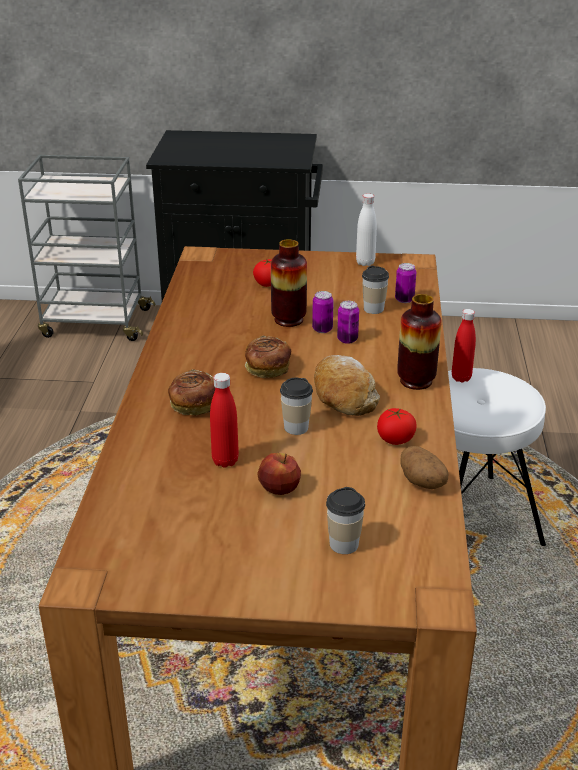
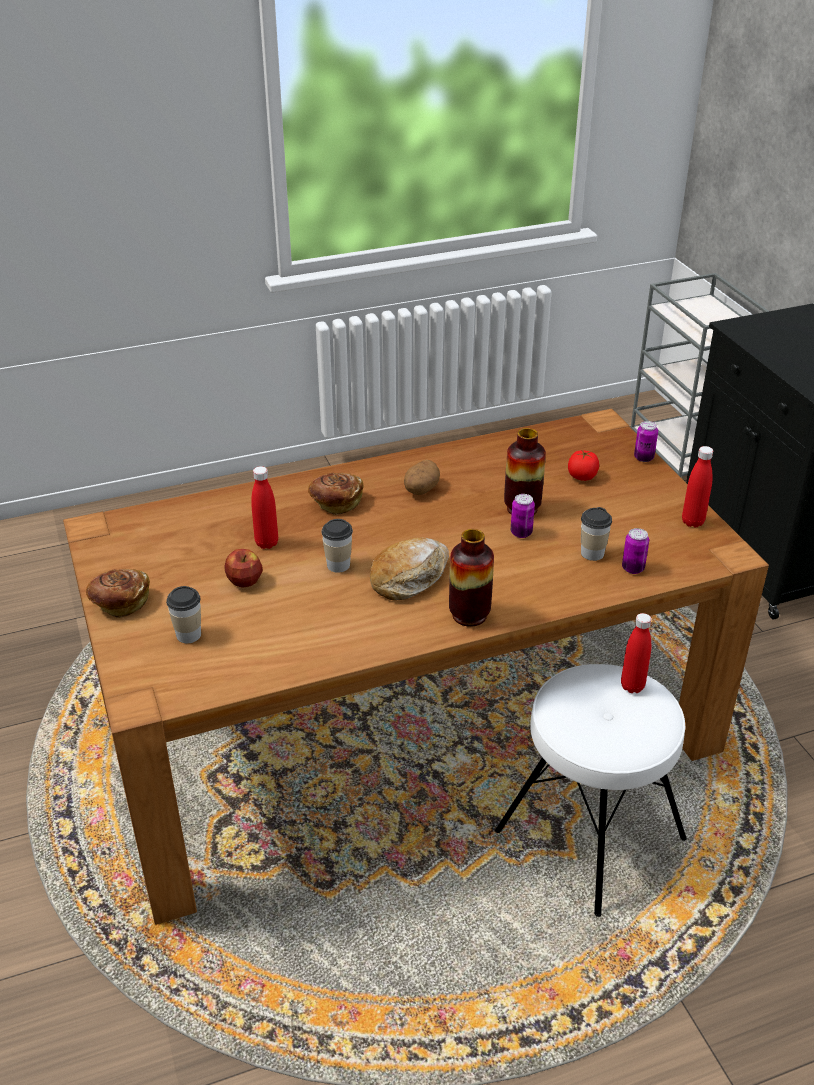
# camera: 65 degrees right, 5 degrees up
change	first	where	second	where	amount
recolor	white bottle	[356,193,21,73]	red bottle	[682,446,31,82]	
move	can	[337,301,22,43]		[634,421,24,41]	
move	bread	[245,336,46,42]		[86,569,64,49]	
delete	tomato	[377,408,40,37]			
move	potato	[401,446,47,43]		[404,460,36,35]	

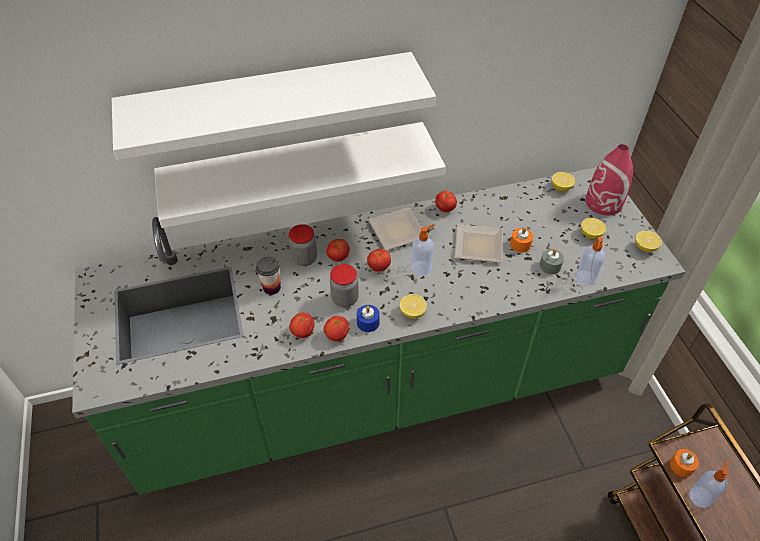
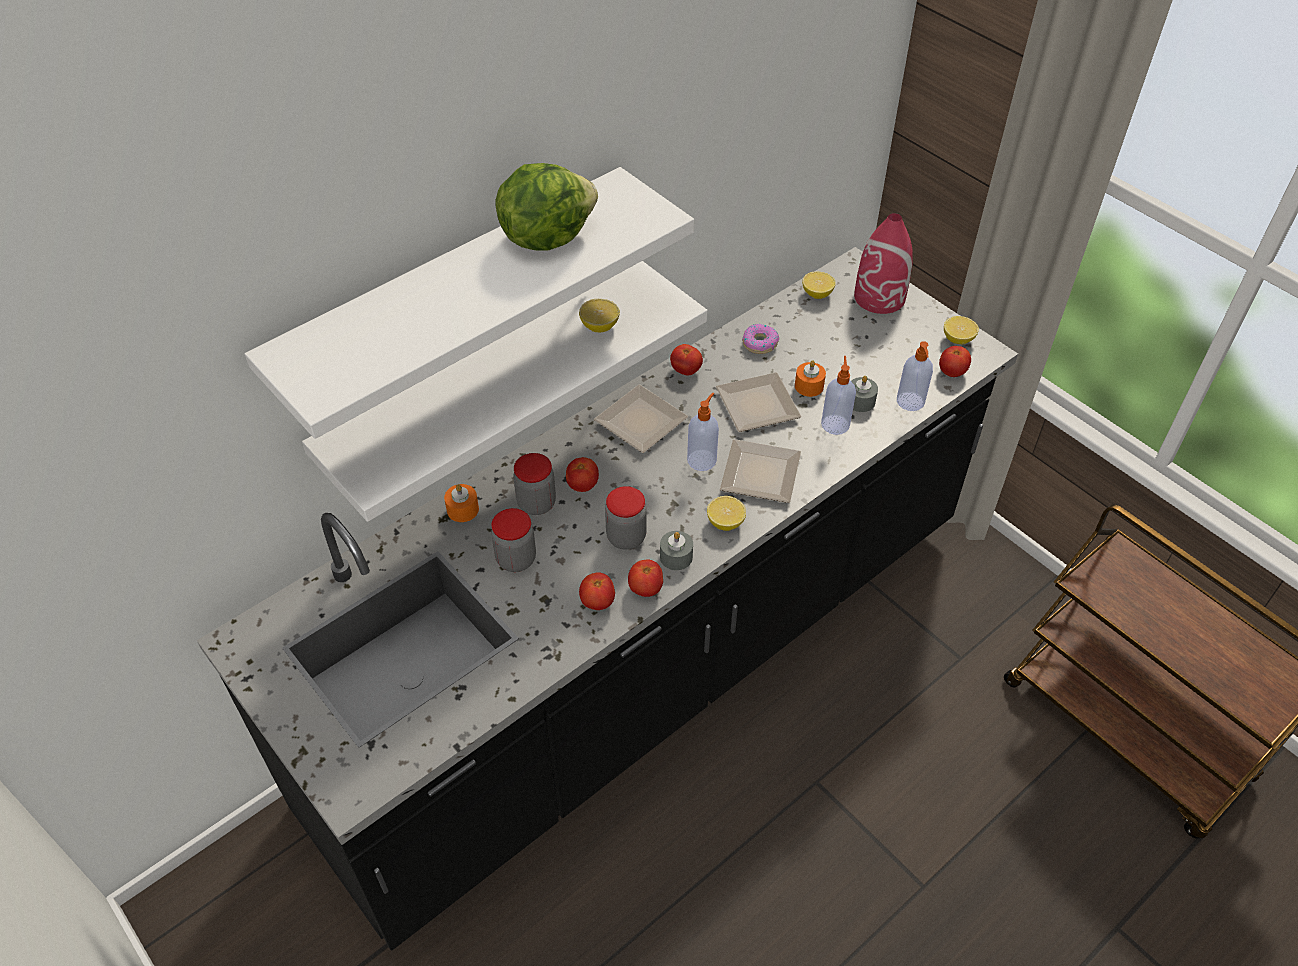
# camera: 25 degrees left, 0 degrees up
change	first	where	second	where	amount
recolor	green counter	[72,167,614,328]	black counter	[197,247,821,704]	
move	lemon	[581,218,25,21]		[579,299,41,33]	
move	tomato	[367,249,24,23]		[939,346,32,31]	
replace	cup	[256,256,25,39]	jar	[491,508,45,64]	
recolor	blue candle	[357,305,23,27]	grey candle	[660,531,33,39]	
move	orange candle	[670,449,29,28]		[444,484,35,38]	
move	soap dispenser	[689,460,39,48]		[821,356,35,79]	
insert			lettuce	[496,163,102,88]	
insert			donut	[742,324,37,30]	
insert			plate	[720,439,81,64]	

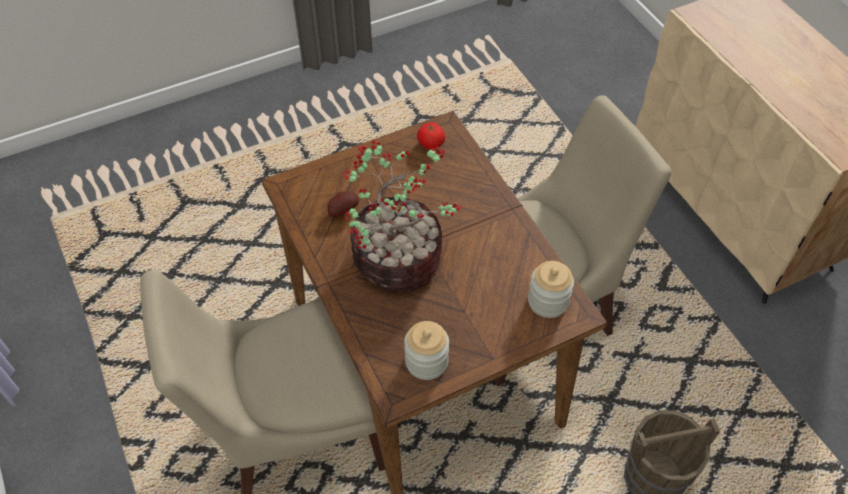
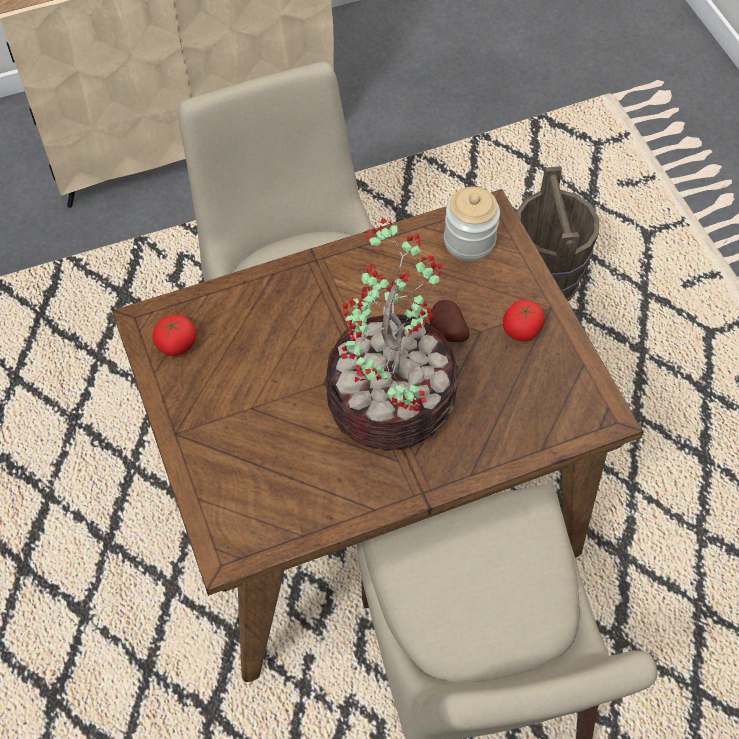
# camera: 85 degrees left, 5 degrees up
change	first	where	second	where	amount
move	potato	[327,191,32,26]		[429,300,41,42]	
delete	jar	[404,321,45,59]			
insert			tomato	[503,300,42,41]	

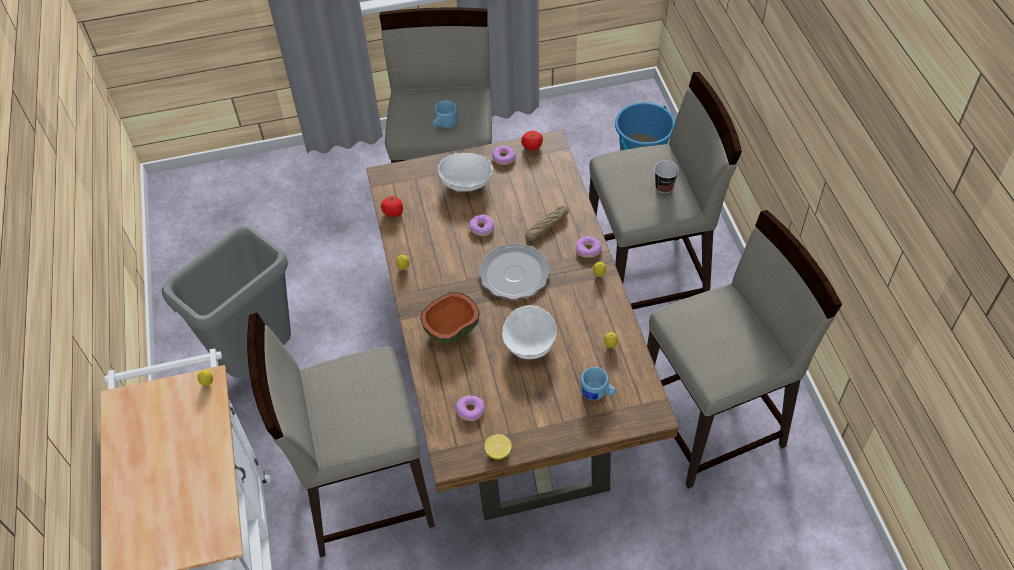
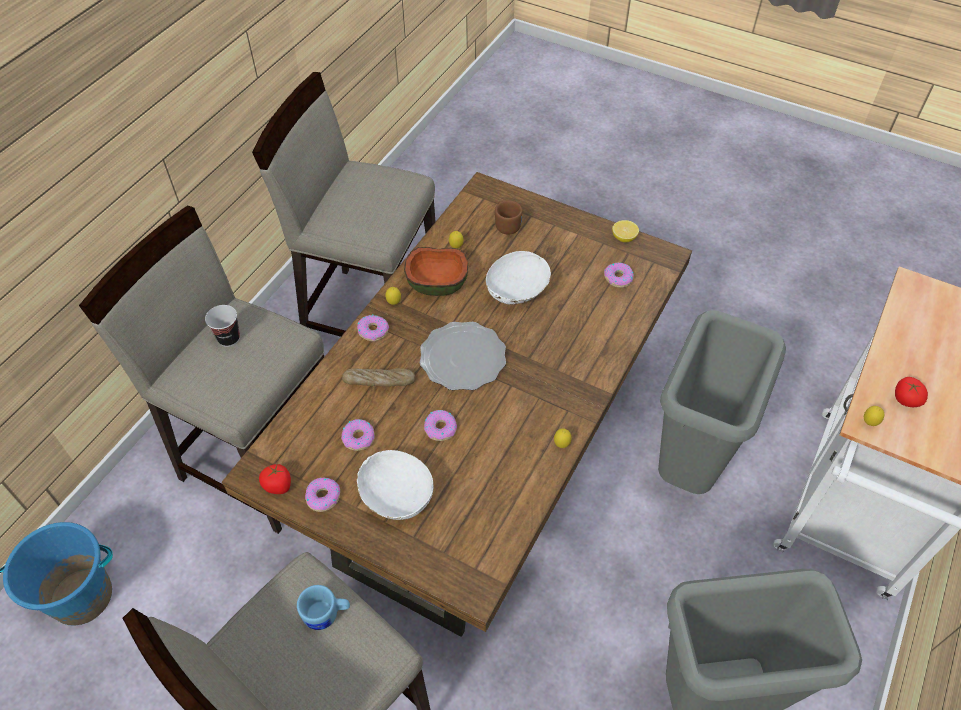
# camera: 140 degrees left, 0 degrees up
change	first	where	second	where	amount
move	tomato	[381,196,22,21]		[895,377,33,30]	
move	bowl	[420,292,60,52]		[404,247,64,49]	
replace	beige stool	[247,313,188,244]	grey trash can	[658,310,128,184]	
recolor	blue mug	[581,367,35,33]	brown mug	[495,200,27,35]	
insert			donut	[341,419,34,32]	

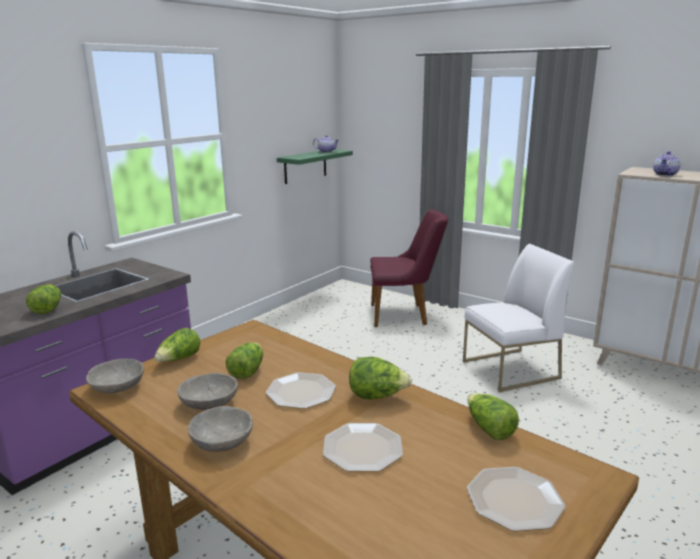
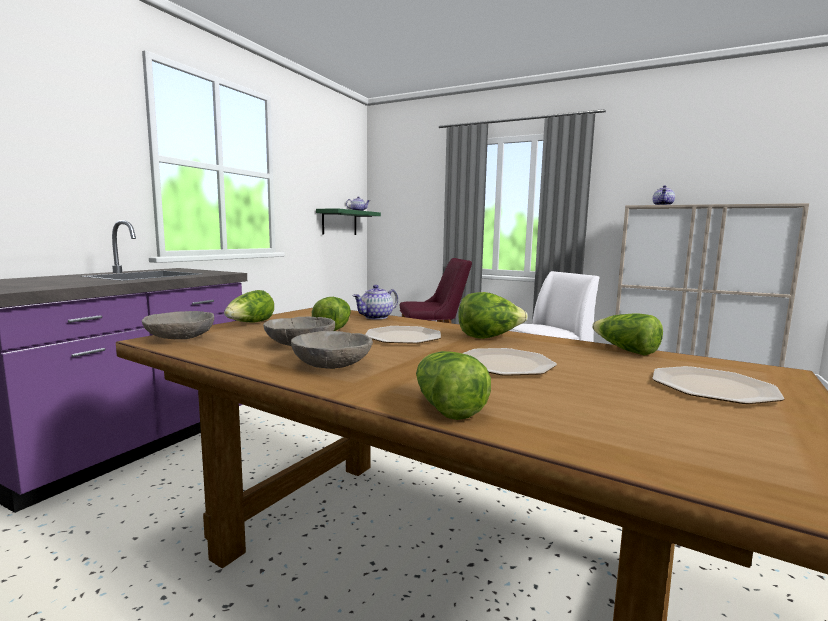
# camera: 10 degrees left, 10 degrees down
change	first	where	second	where	amount
move	lettuce	[26,284,35,30]		[416,351,75,69]	
insert			teapot	[353,285,45,35]	

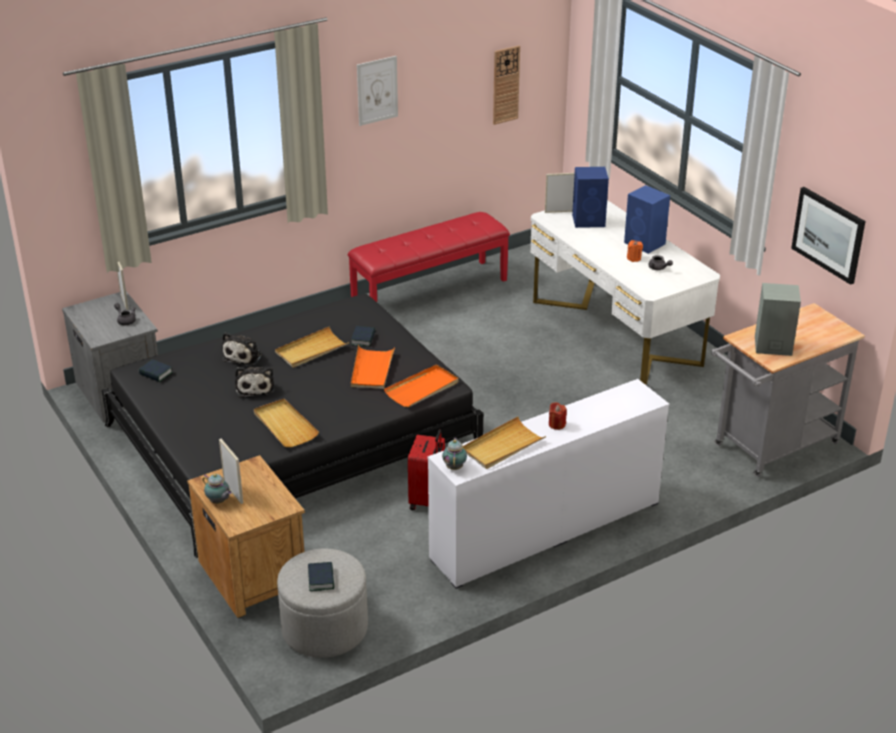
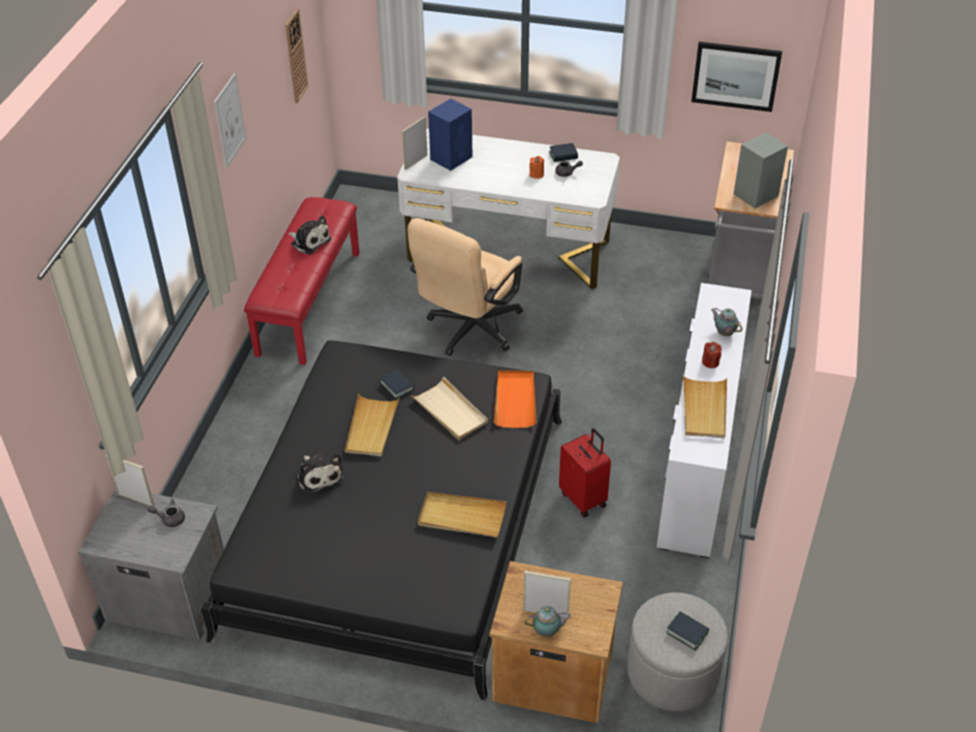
# camera: 45 degrees left, 10 degrees up
change	first	where	second	where	amount
delete	blue speaker	[624,185,46,69]			
recolor	orange tray	[351,345,44,44]	beige tray	[411,377,77,63]	
move	book	[139,359,34,23]		[549,143,29,19]	
move	plush toy	[235,367,39,31]		[288,215,44,39]	
move	teapot	[442,438,25,32]		[711,308,31,28]	
insert			beige office chair	[408,218,115,138]	

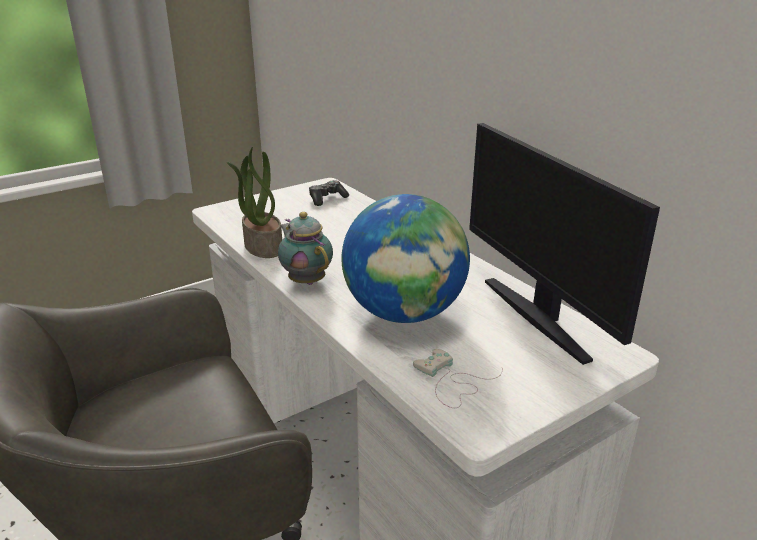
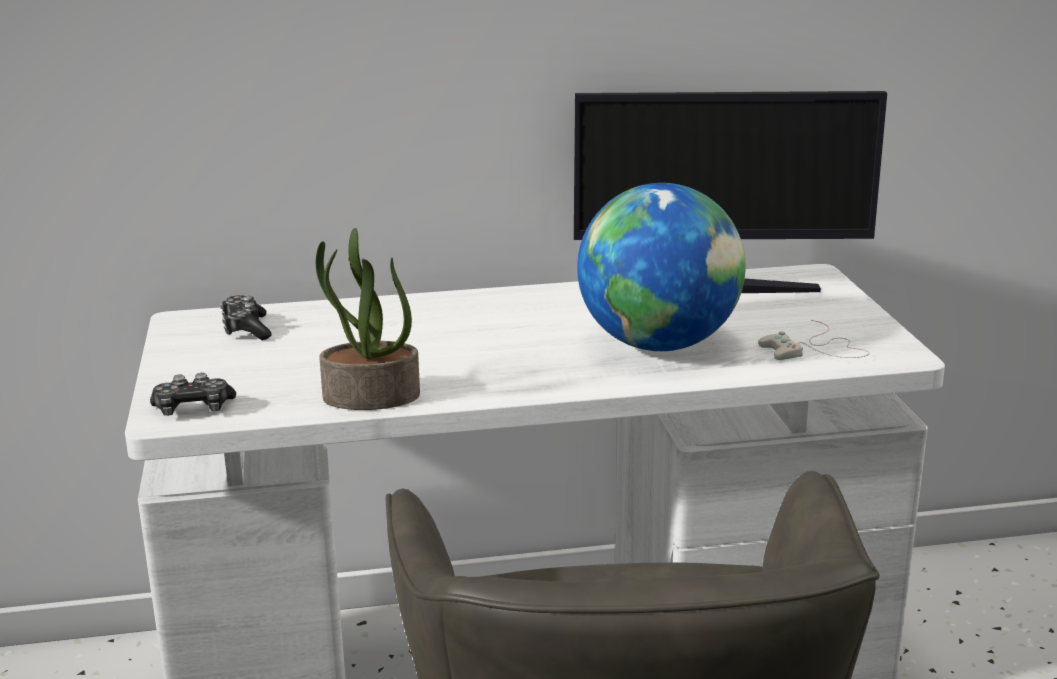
# camera: 65 degrees left, 5 degrees down
change	first	where	second	where	amount
delete	teapot	[278,212,55,73]			
insert			game controller	[150,373,86,43]	

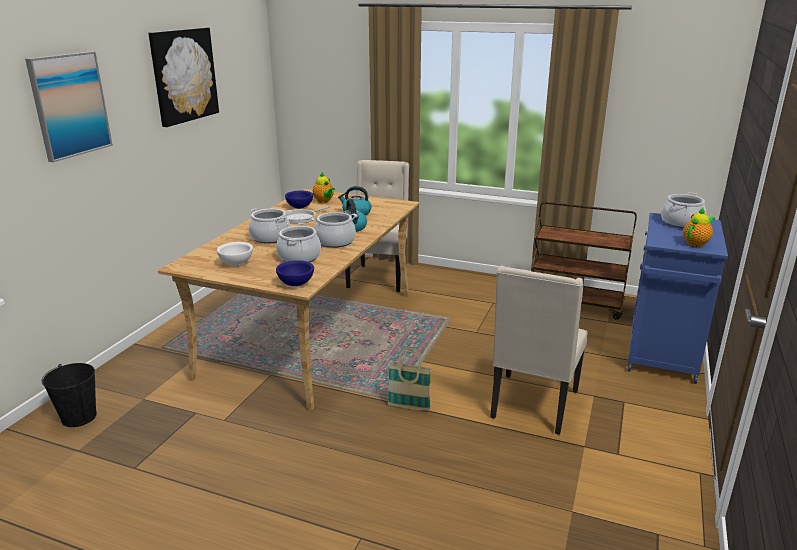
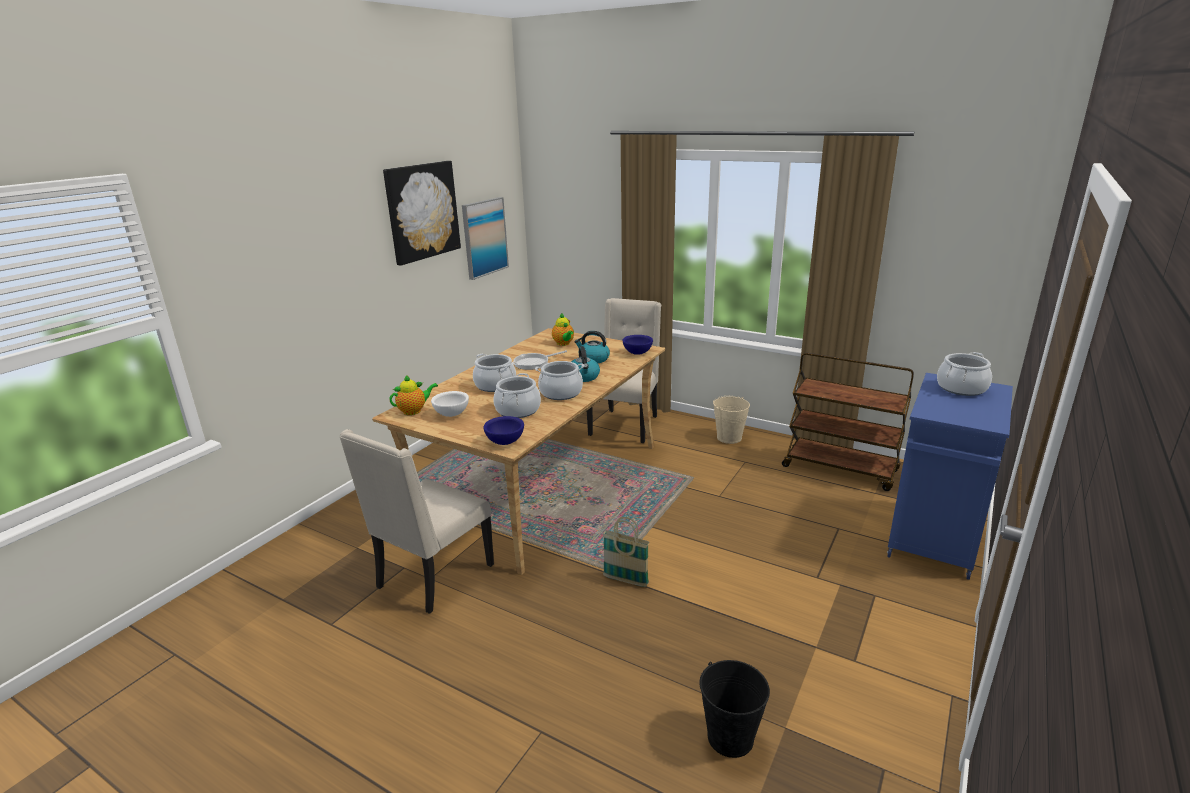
# camera: 10 degrees right, 0 degrees up
change	first	where	second	where	amount
move	picture	[25,51,88,111]		[462,197,47,83]	
move	blue bowl	[285,191,28,17]		[623,335,30,20]	
move	teapot	[683,207,32,40]		[389,374,49,41]	
move	beige chair	[490,265,98,170]		[339,429,155,185]	
move	black bucket	[42,363,55,64]		[699,660,71,98]	
insert			beige bucket	[713,396,37,48]	

